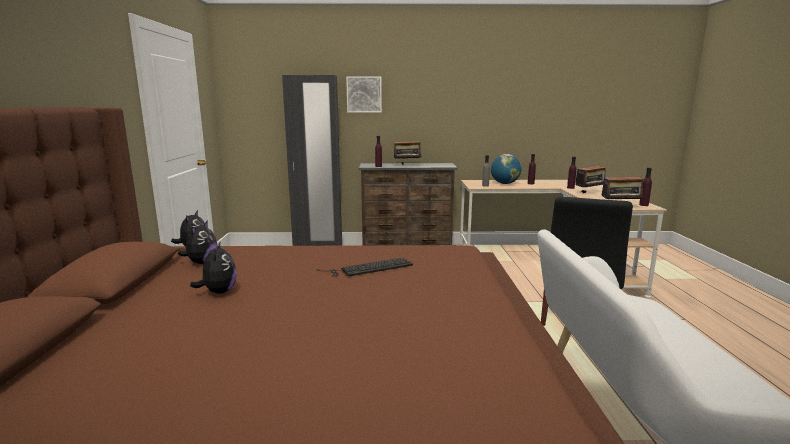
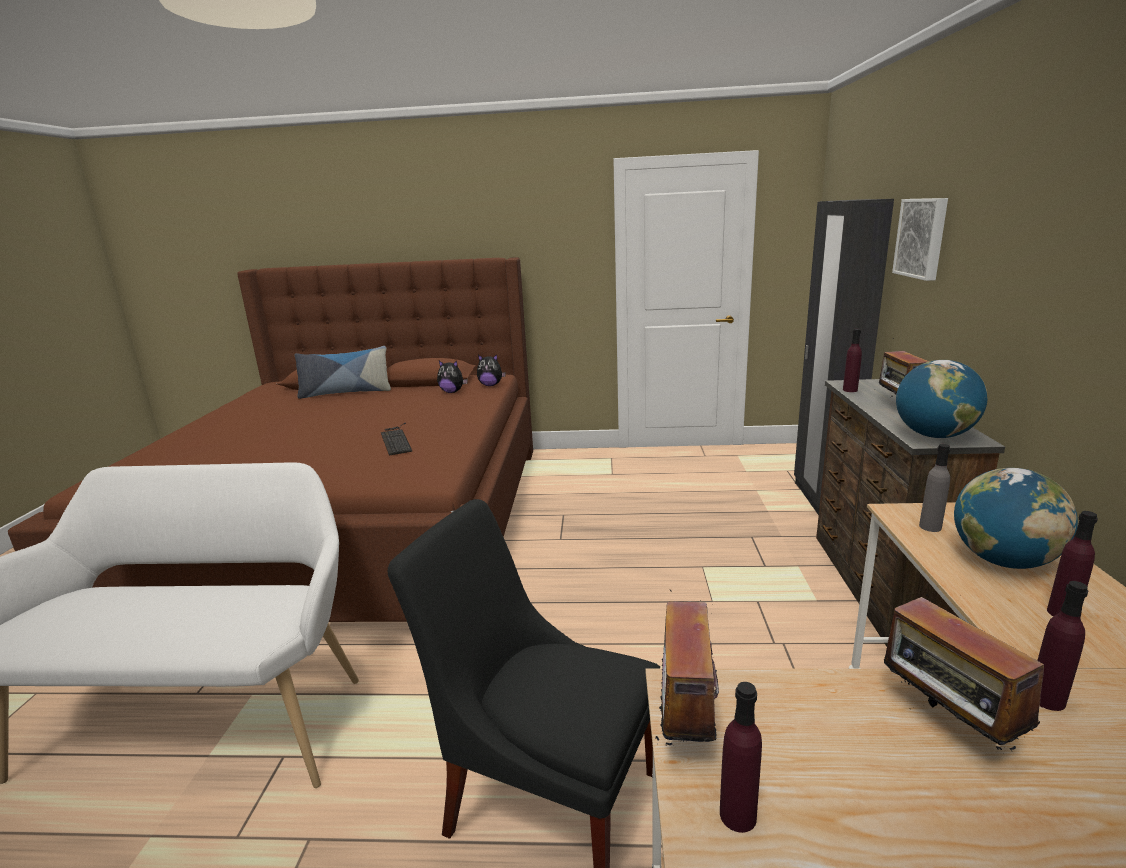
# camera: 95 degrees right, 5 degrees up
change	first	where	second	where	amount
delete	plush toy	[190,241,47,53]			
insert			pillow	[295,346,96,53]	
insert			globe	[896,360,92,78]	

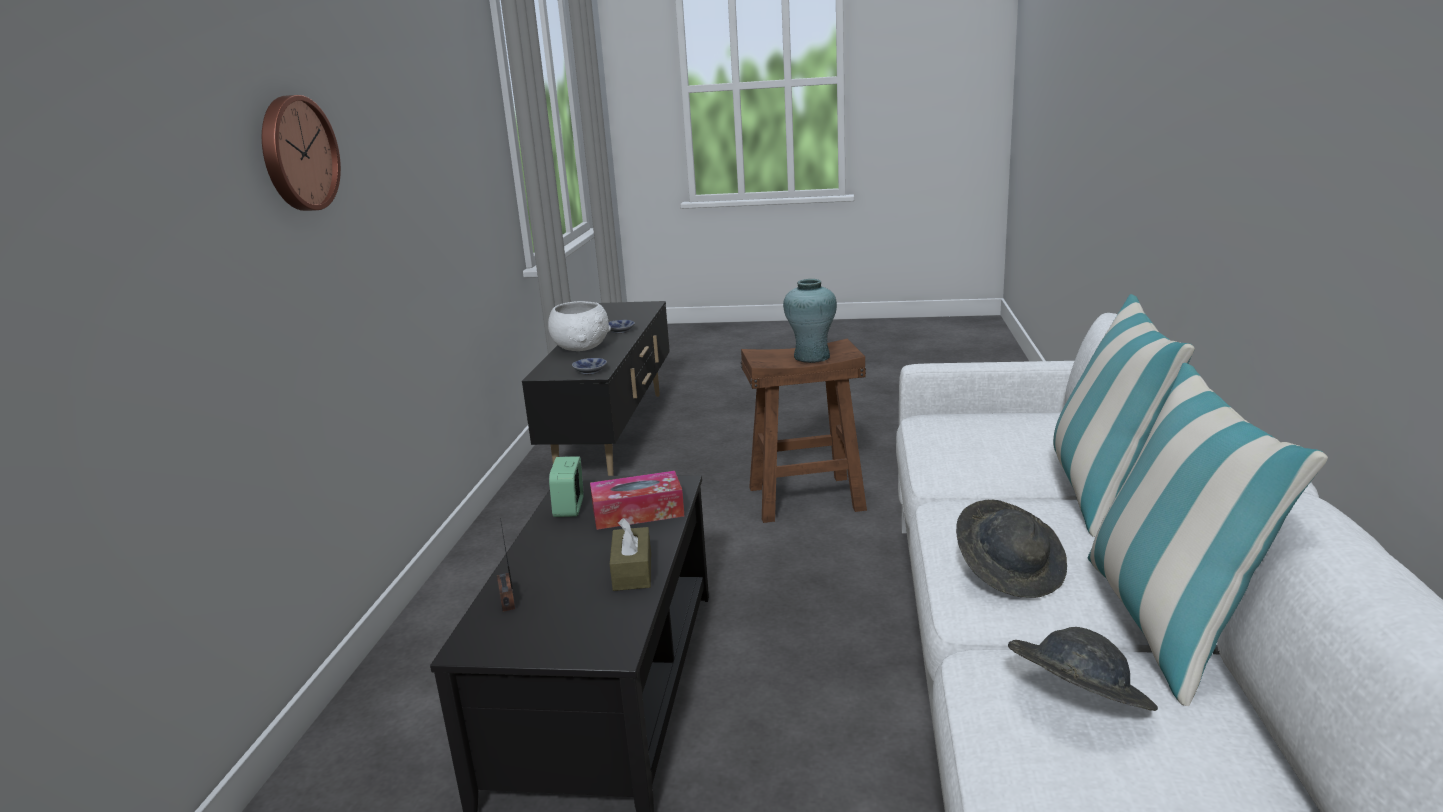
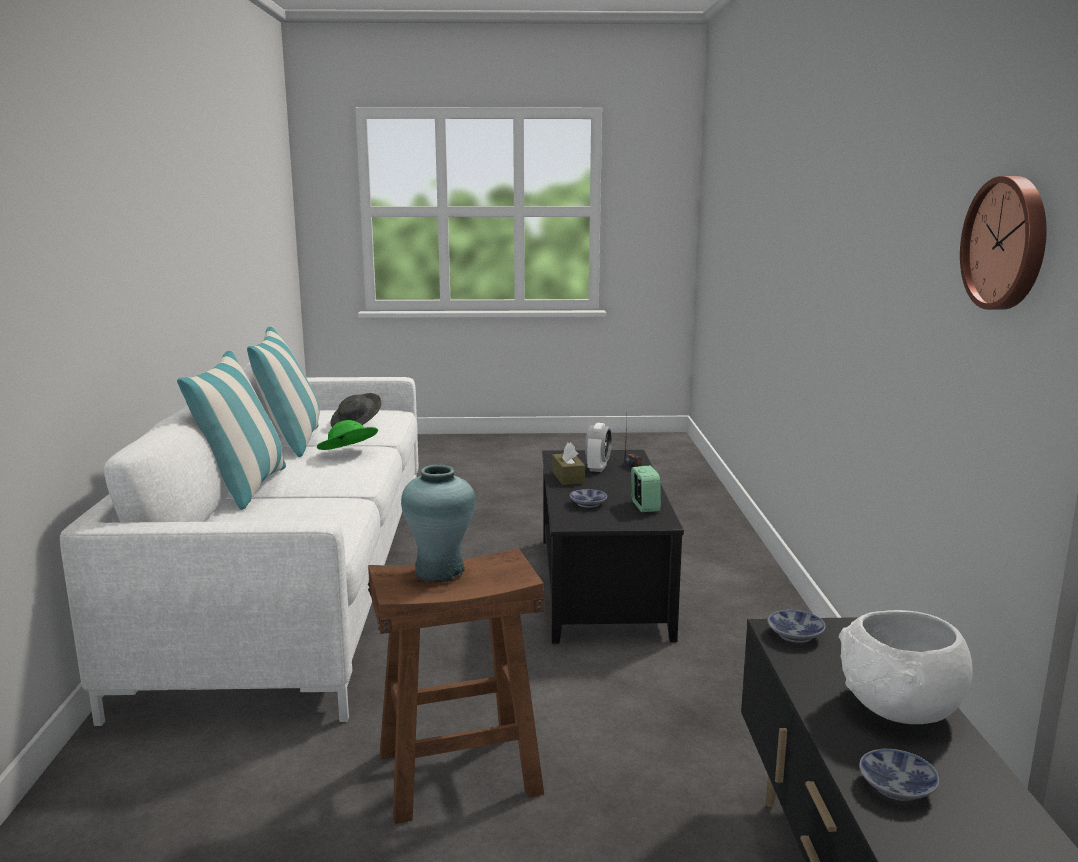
# camera: 170 degrees right, 5 degrees down
change	first	where	second	where	amount
move	wall clock	[262,95,79,116]		[960,176,87,134]	
replace	tissue box	[590,471,94,59]	bowl	[570,489,37,19]	
recolor	grey hat	[956,499,111,99]	green hat	[317,420,61,30]	
insert			alarm clock	[585,423,27,49]	

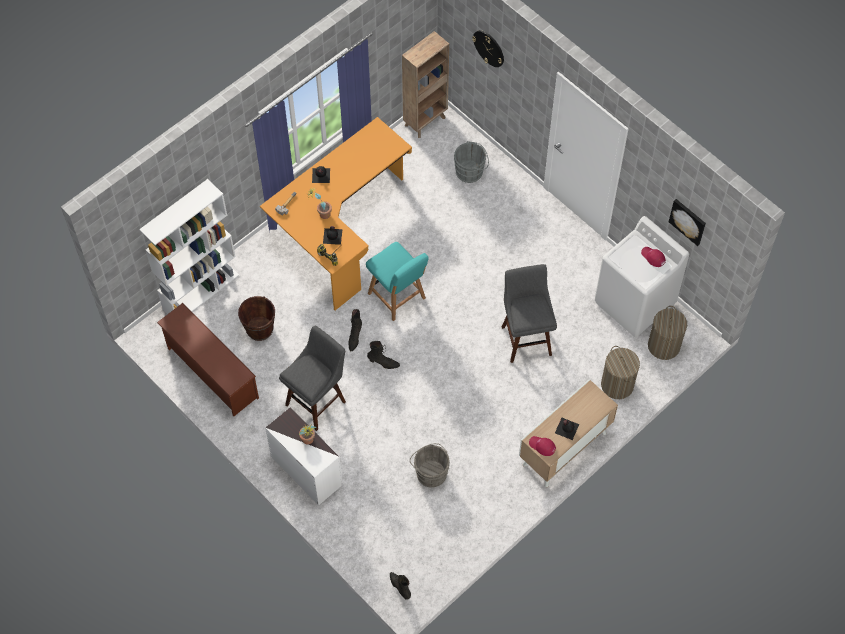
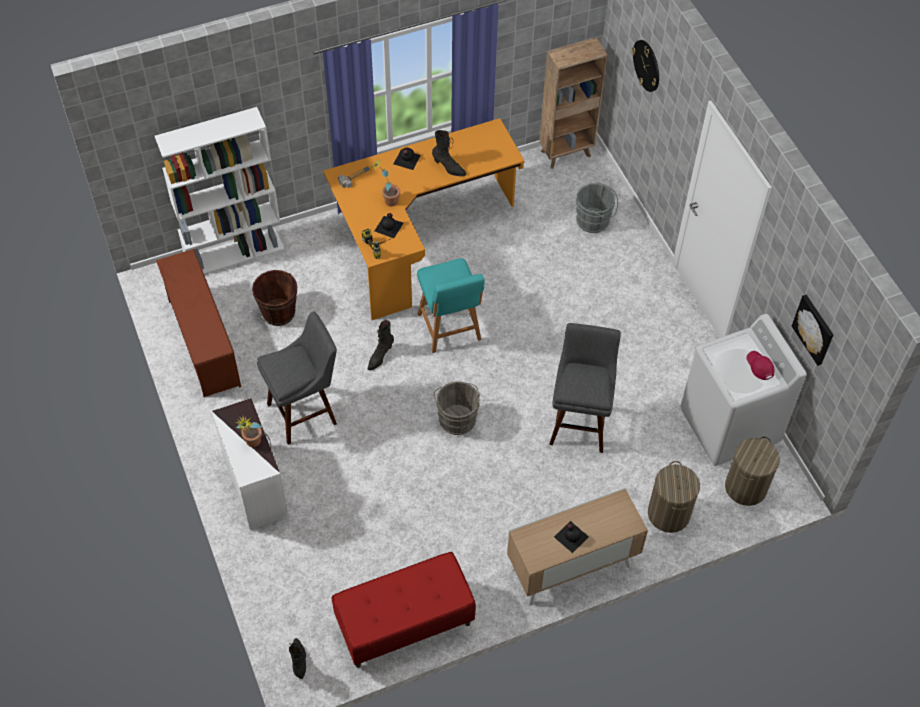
# camera: 20 degrees right, 5 degrees down
change	first	where	second	where	amount
move	black boot	[367,341,33,28]		[432,130,34,46]	
delete	red cap	[529,436,27,20]			
move	grey bucket	[410,443,40,45]		[433,381,47,54]	
insert			red bench	[332,552,144,116]	

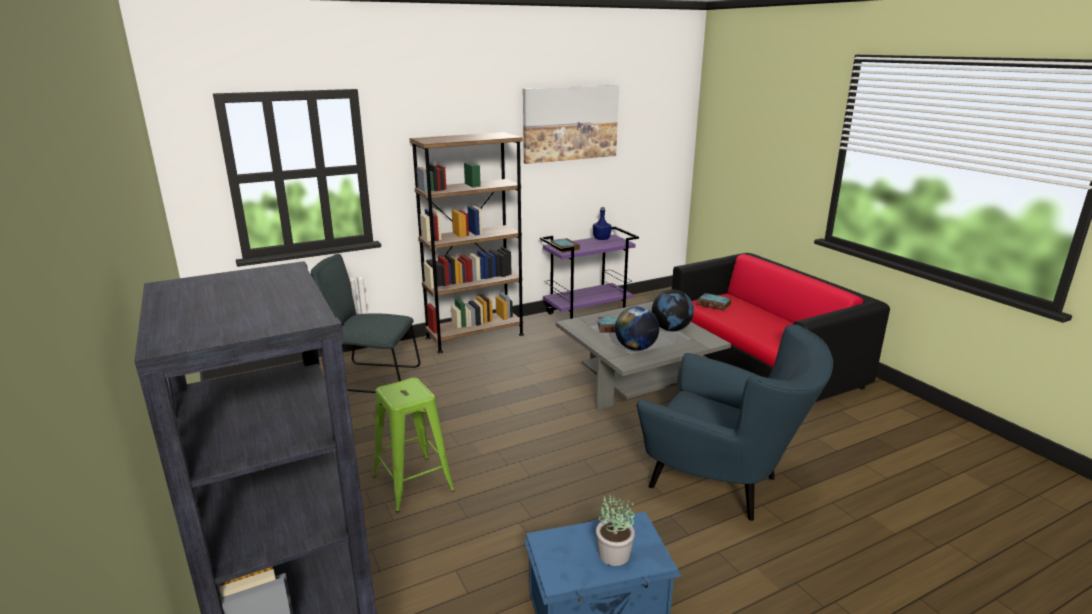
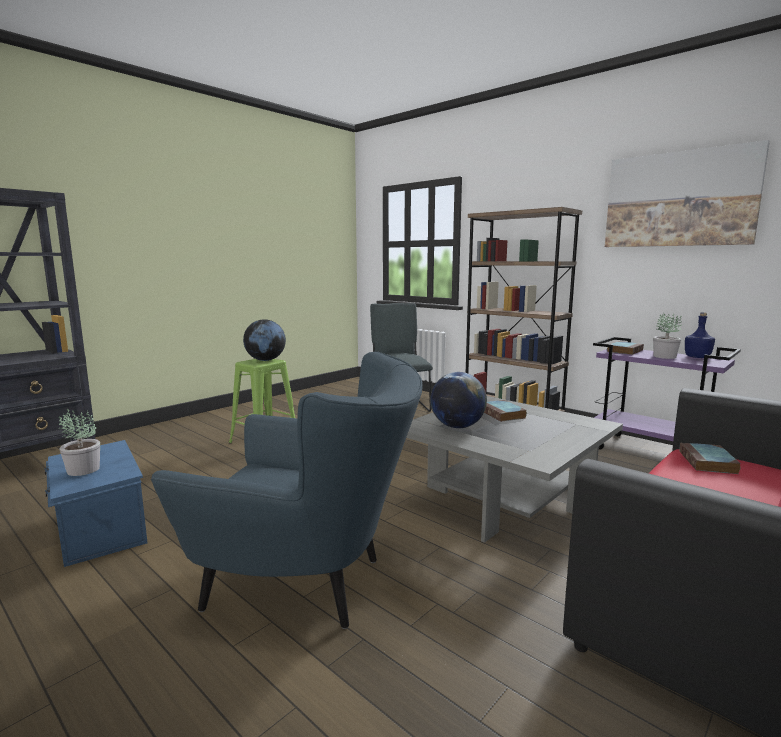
# camera: 70 degrees right, 10 degrees down
change	first	where	second	where	amount
move	globe	[652,290,42,41]		[243,319,43,42]	
rotate	blue armchair	[636,324,197,197]		[151,352,272,277]	90 degrees counterclockwise
insert			potted plant	[653,313,29,46]	

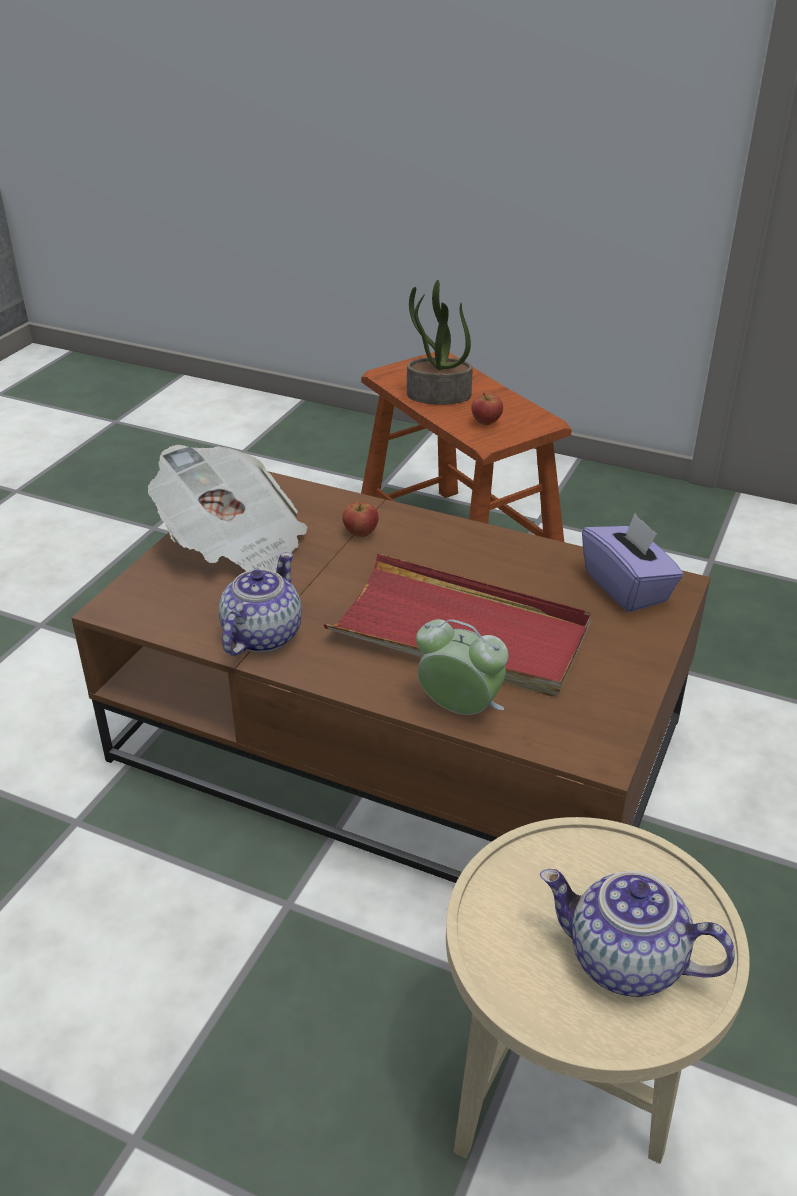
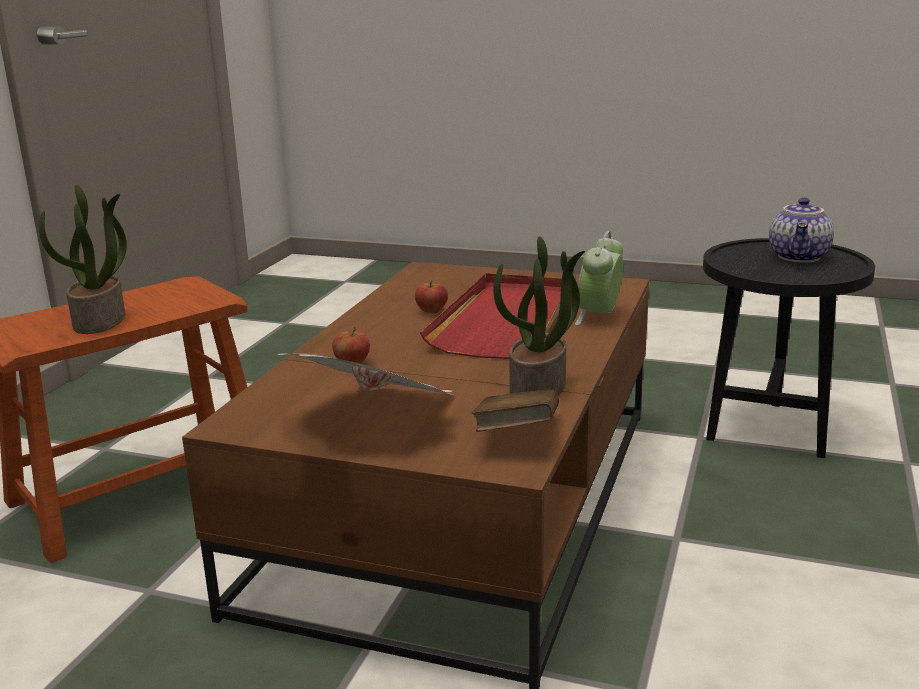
# camera: 95 degrees left, 15 degrees down
change	first	where	second	where	amount
move	apple	[471,393,32,32]		[415,280,33,33]	
delete	purple tissue box	[582,513,102,99]			
replace	teapot	[219,552,83,104]	potted plant	[493,236,92,159]	
recolor	beige side table	[446,817,304,347]	black side table	[703,238,172,220]	
insert			brown book	[472,389,87,43]	

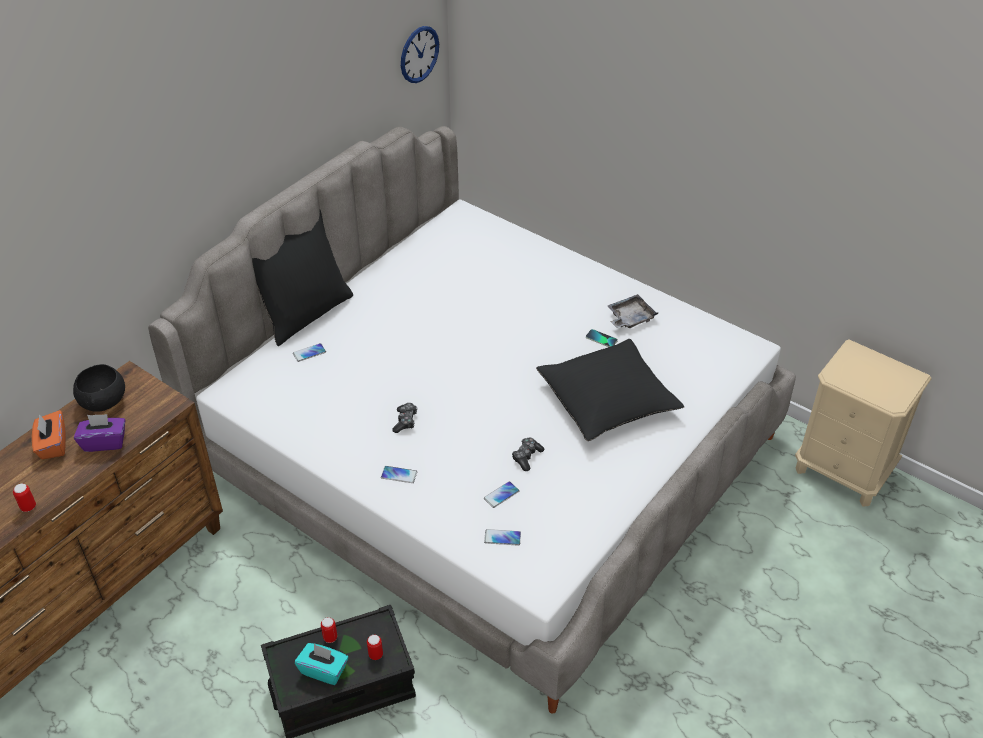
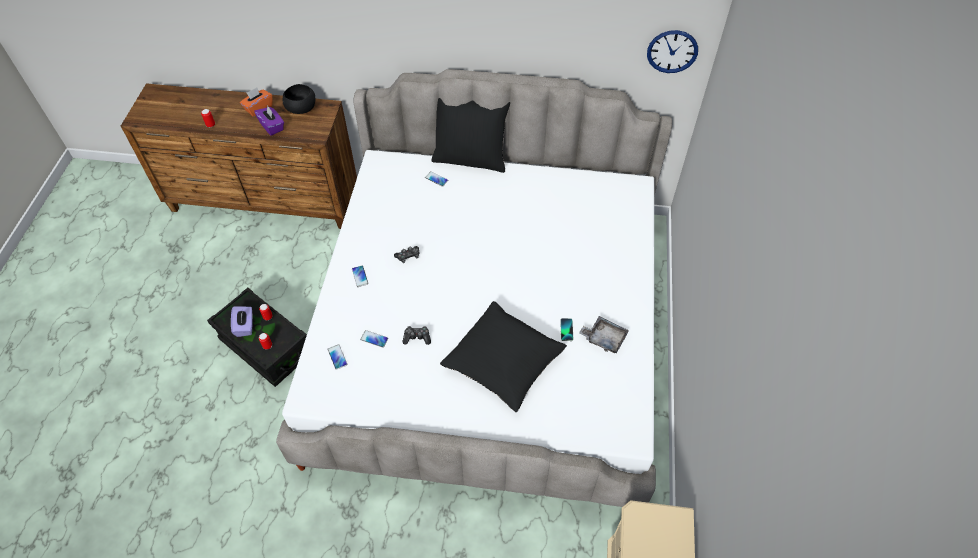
# camera: 60 degrees right, 10 degrees up
change	first	where	second	where	amount
recolor	turquoise tissue box	[295,643,53,42]	purple tissue box	[231,307,22,30]	

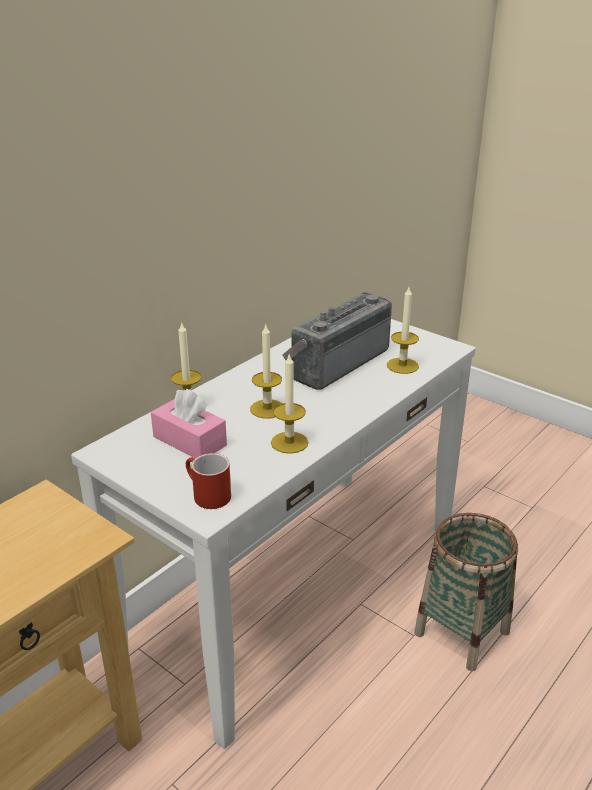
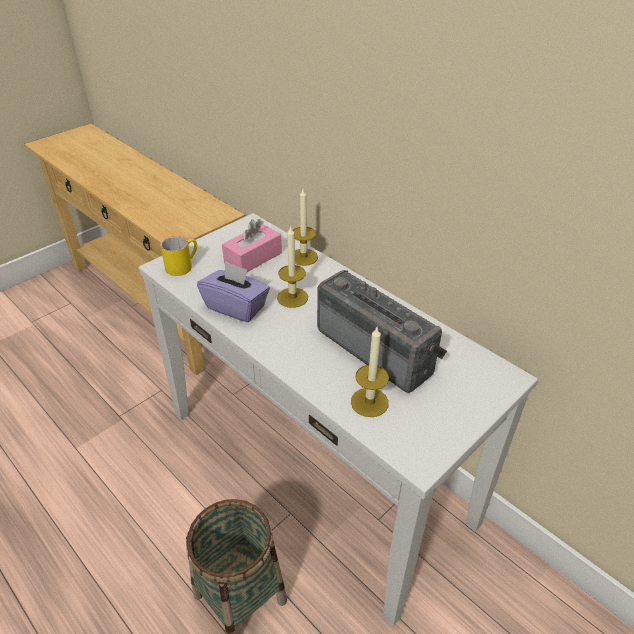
# camera: 95 degrees right, 10 degrees up
change	first	where	second	where	amount
replace	candle	[271,355,37,99]	purple tissue box	[197,261,73,61]	
recolor	red mug	[186,453,45,56]	yellow mug	[160,236,37,40]	

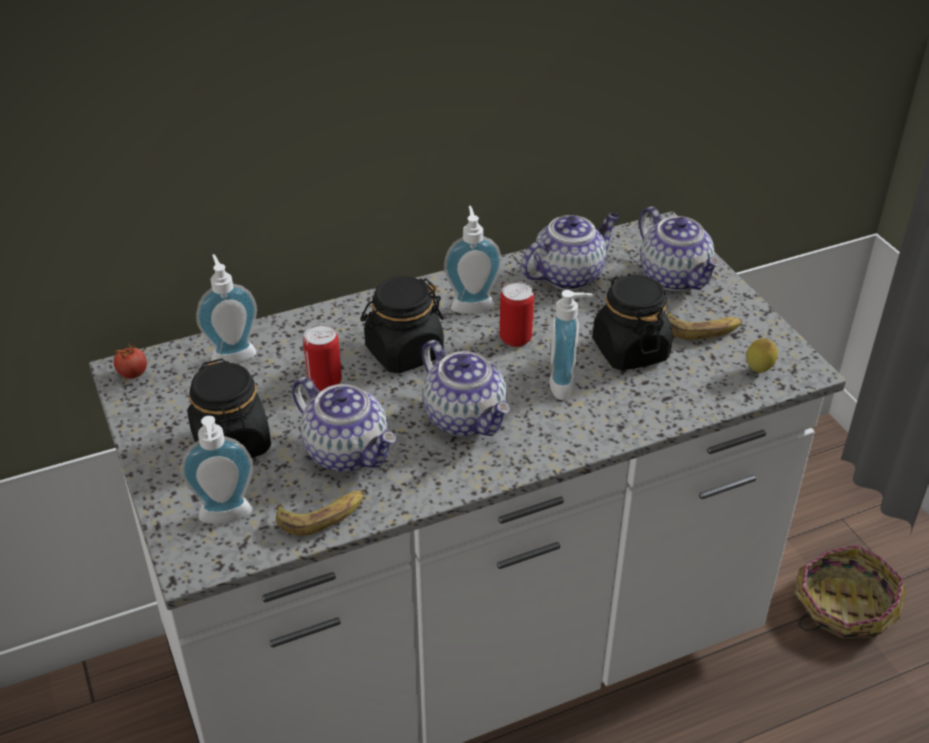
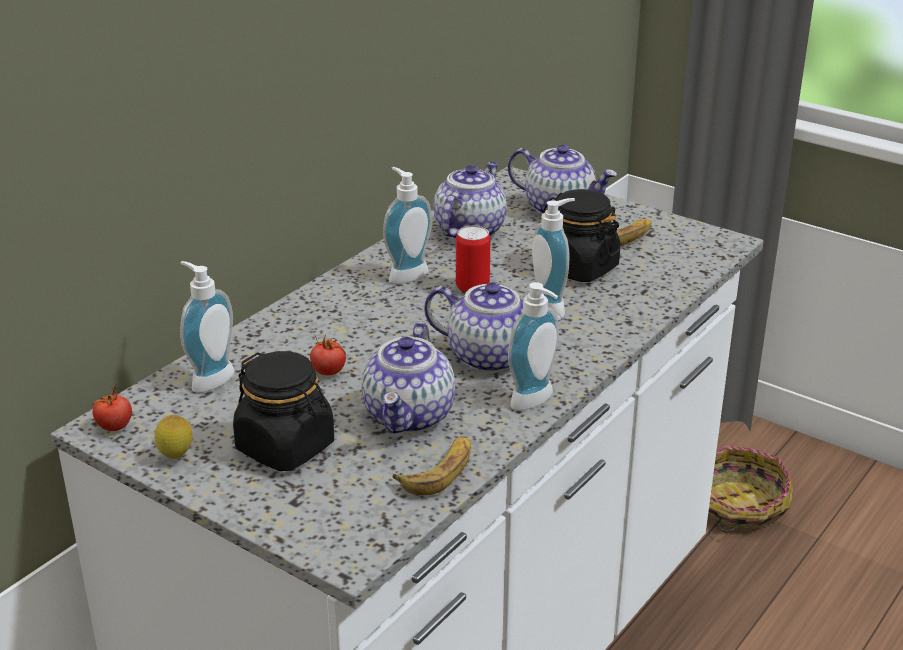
# camera: 30 degrees left, 10 degrees down
change	first	where	second	where	amount
delete	black jar	[360,276,84,97]			
replace	can	[303,324,39,67]	tomato	[310,334,36,42]	
move	lemon	[746,338,32,35]		[155,415,38,44]	
rotate	teapot	[292,377,104,95]		[362,322,93,112]	90 degrees clockwise
move	soap dispenser	[181,416,72,108]		[508,282,51,128]	

